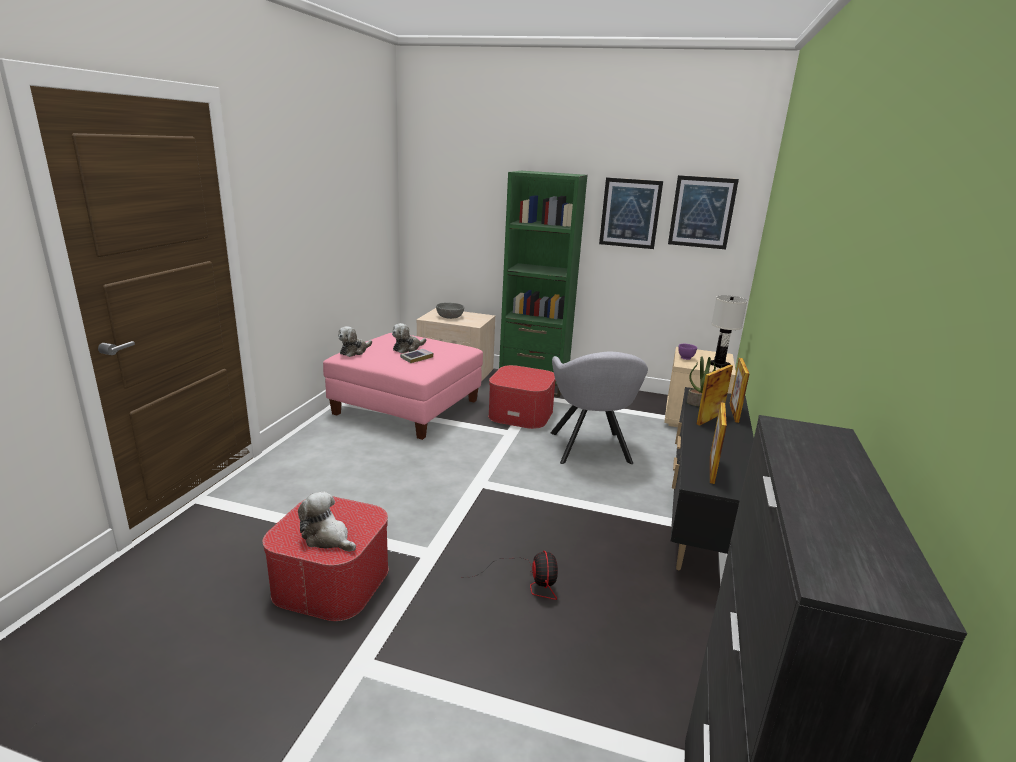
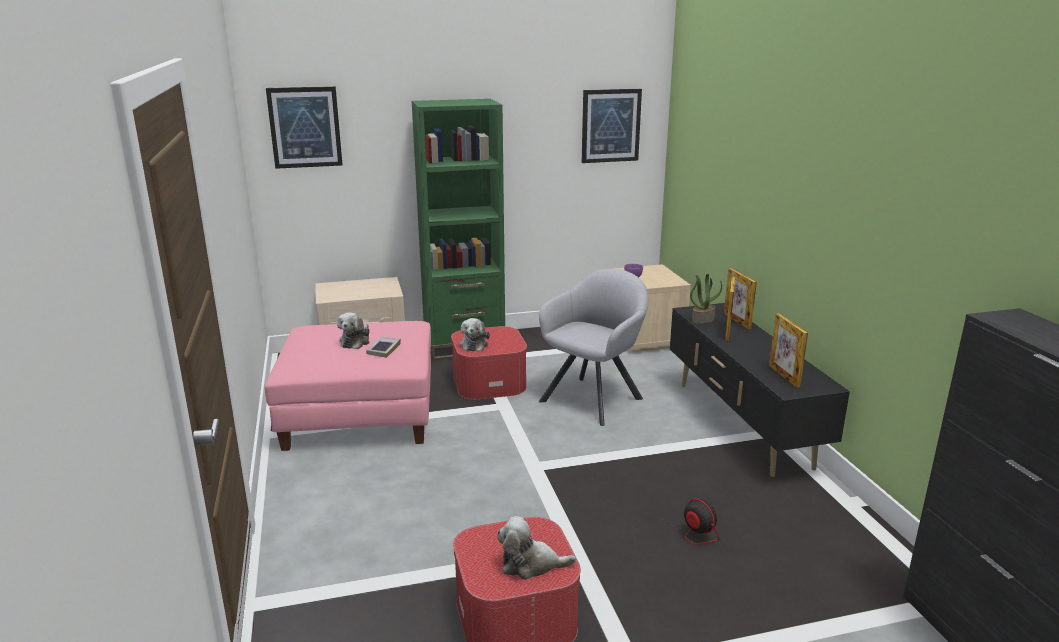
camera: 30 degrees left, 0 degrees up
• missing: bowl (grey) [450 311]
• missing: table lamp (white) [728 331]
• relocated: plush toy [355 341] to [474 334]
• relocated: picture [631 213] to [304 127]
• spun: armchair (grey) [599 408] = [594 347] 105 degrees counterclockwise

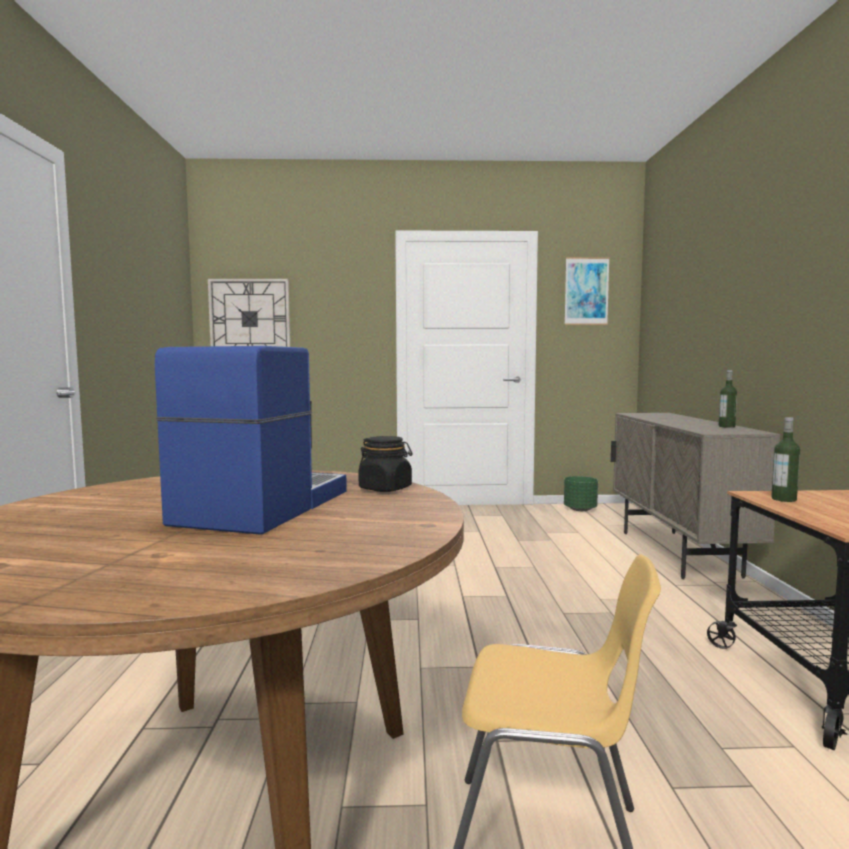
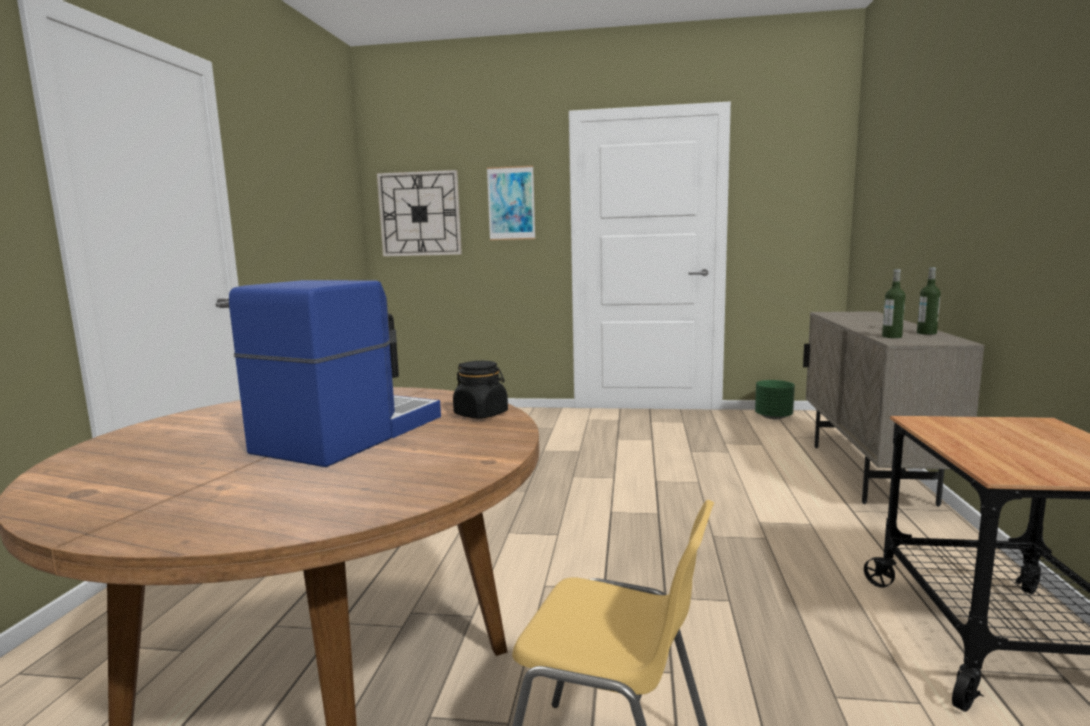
camera: 10 degrees right, 5 degrees up
• relocated: picture [587 291] to [511 203]
• relocated: bottle [785 459] to [893 303]

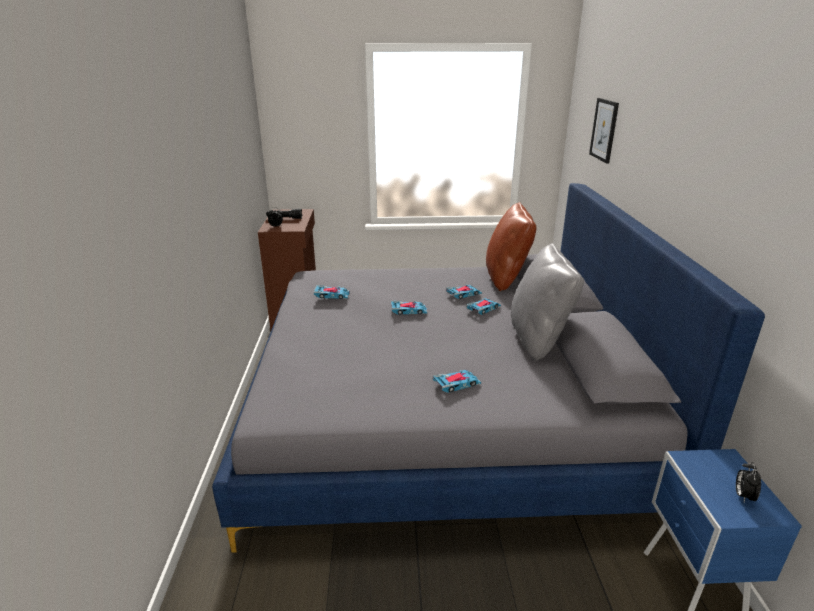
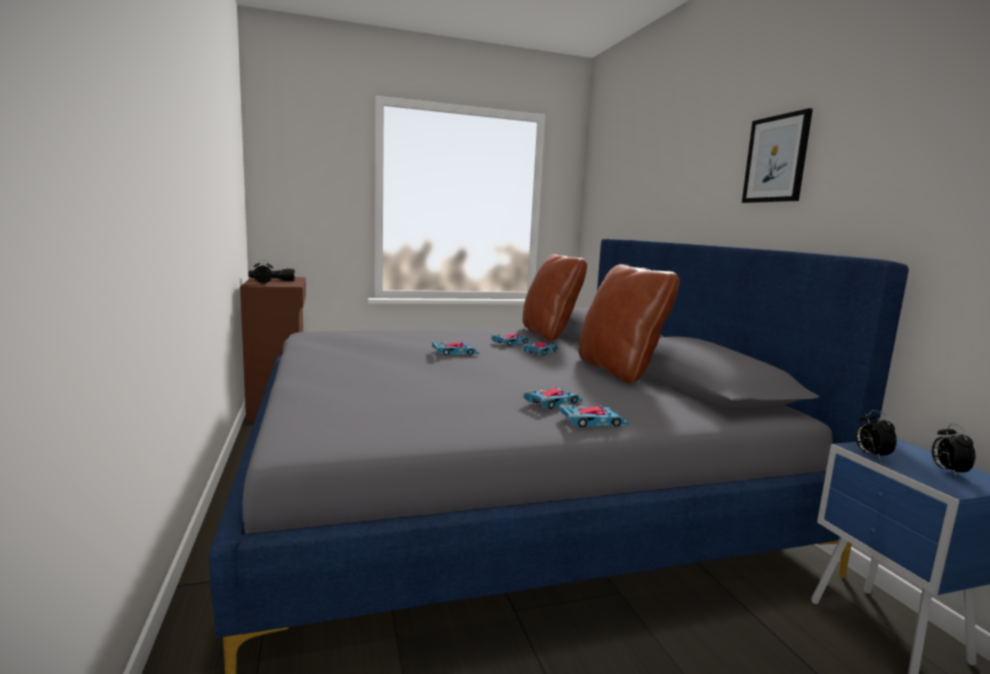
camera: 15 degrees left, 15 degrees down
• appeared: alarm clock [876 435]
• relocated: toy car [332 292] to [594 416]
• relocated: picture [604 131] to [777 155]
• colour: pillow (grey) [547 302] to pillow (brown) [629 323]

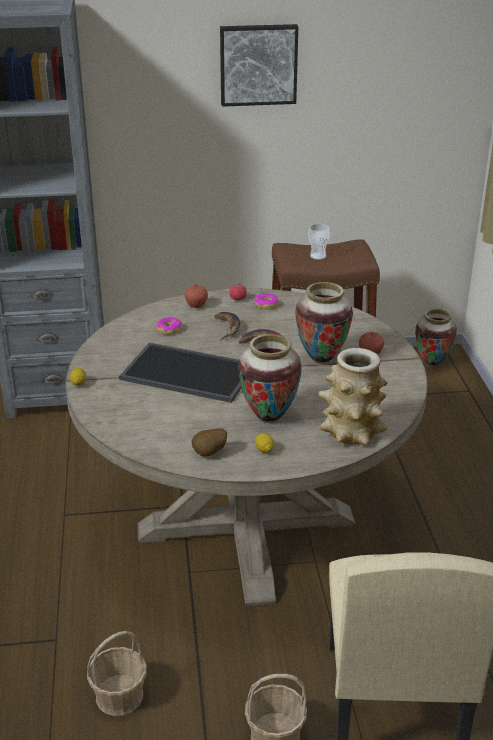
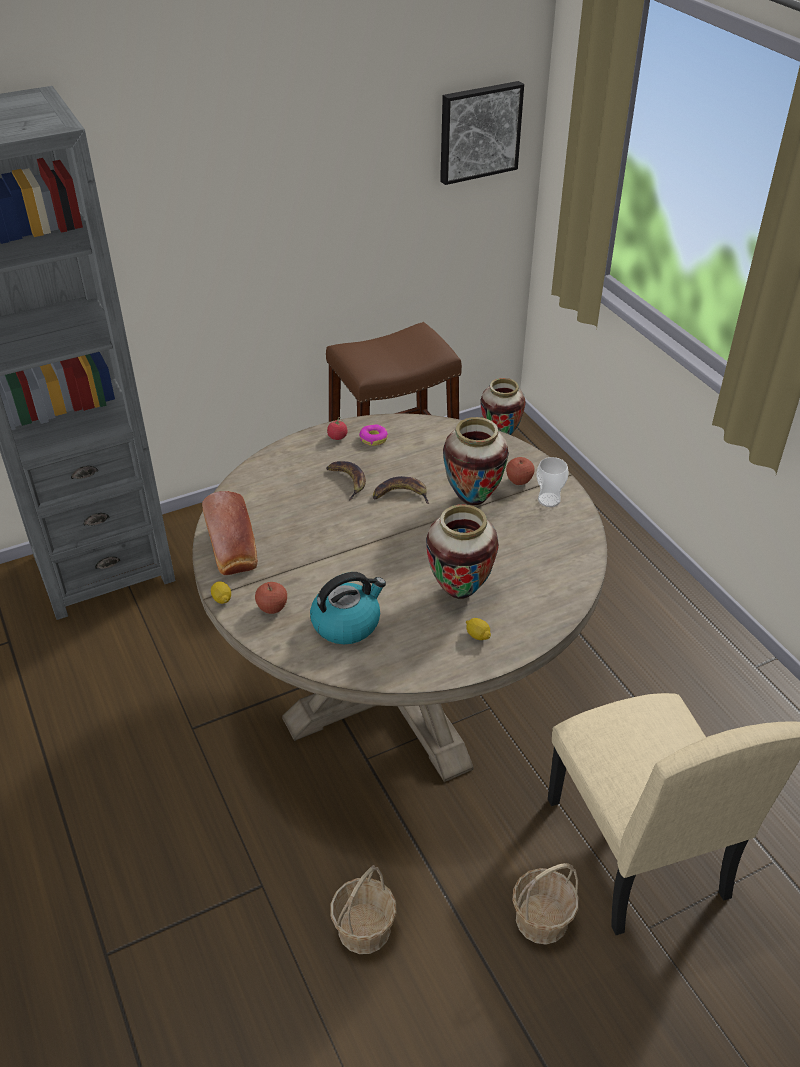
camera: 20 degrees left, 10 degrees up
• missing: tray [180 373]
• missing: donut [169 326]
• missing: potato [209 442]
• missing: vase [352 397]
• appeared: bread [230 533]
• appeared: kettle [348 608]
• relocated: apple [196 296] to [271 598]
• relocated: picture [259 65] to [482 133]
• relocated: cup [319 242] to [552 482]

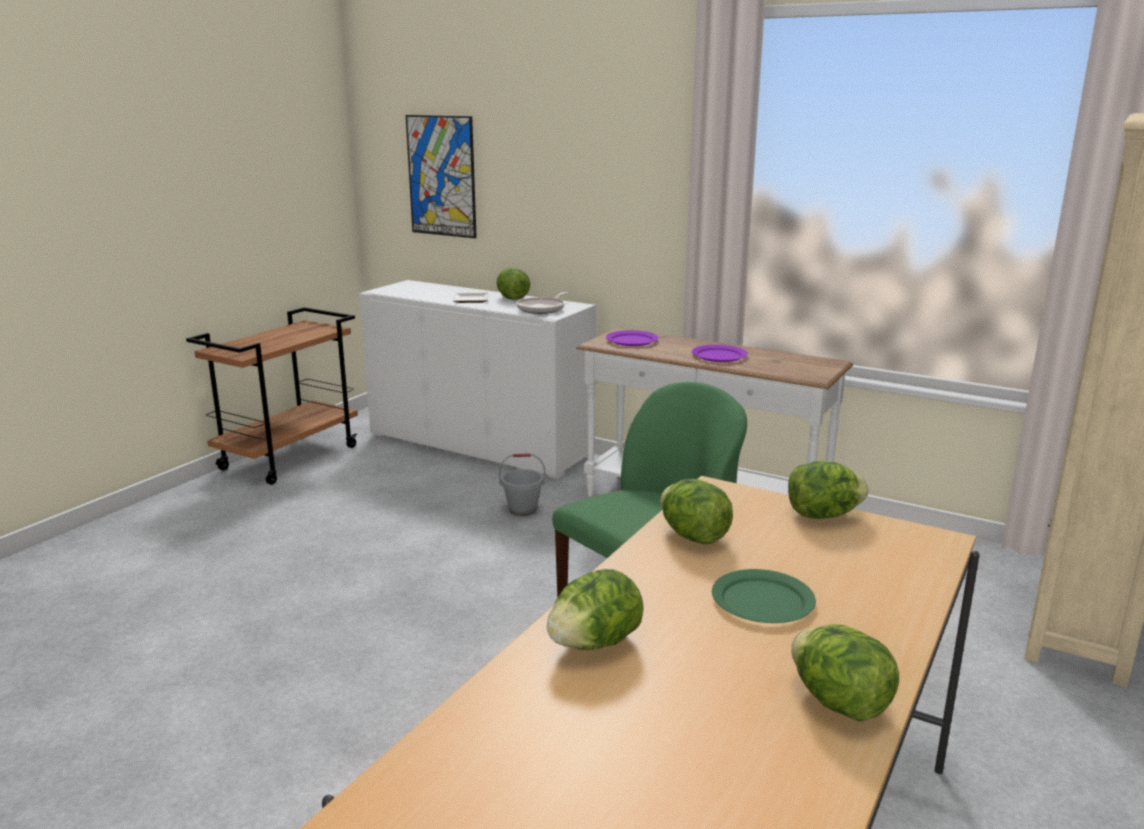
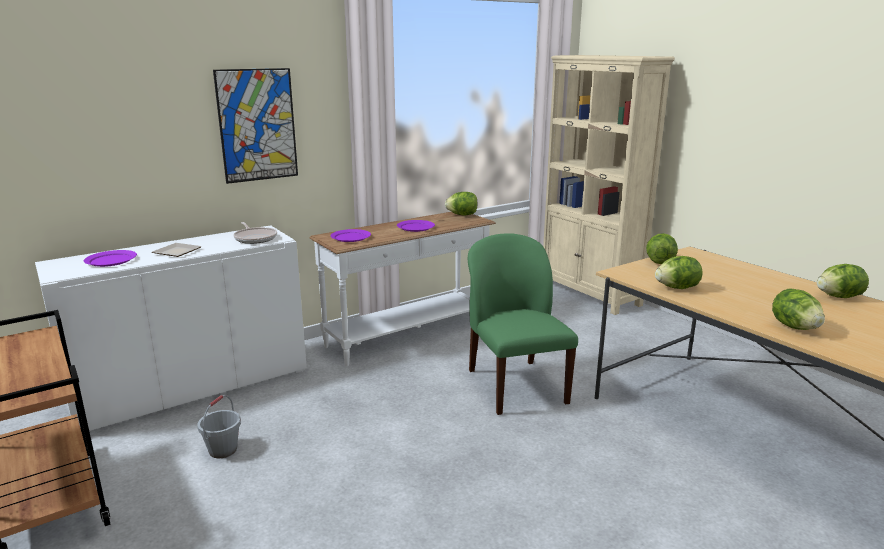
camera: 65 degrees left, 0 degrees up
• missing: plate (green) [764 596]
• appeared: plate (purple) [110 258]
• relocated: picture [441 176] to [255 126]
• relocated: lettuce [513 284] to [461 204]
• relocated: bucket (grey) [522 484] to [219 426]

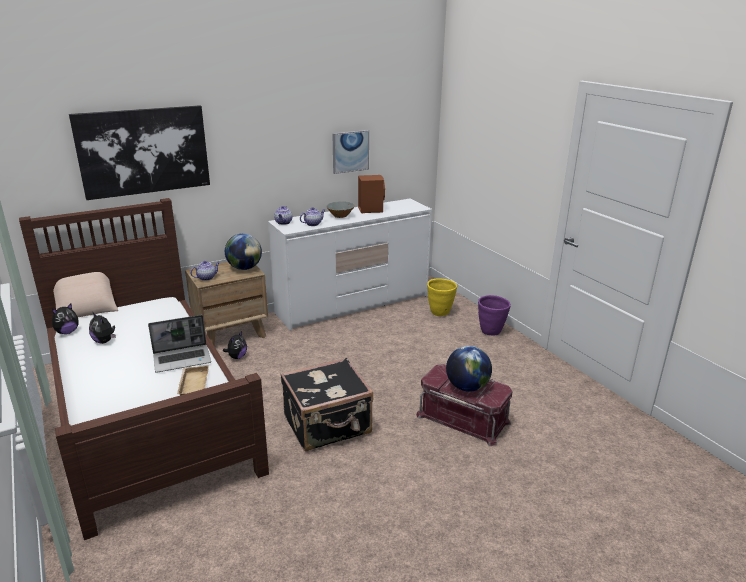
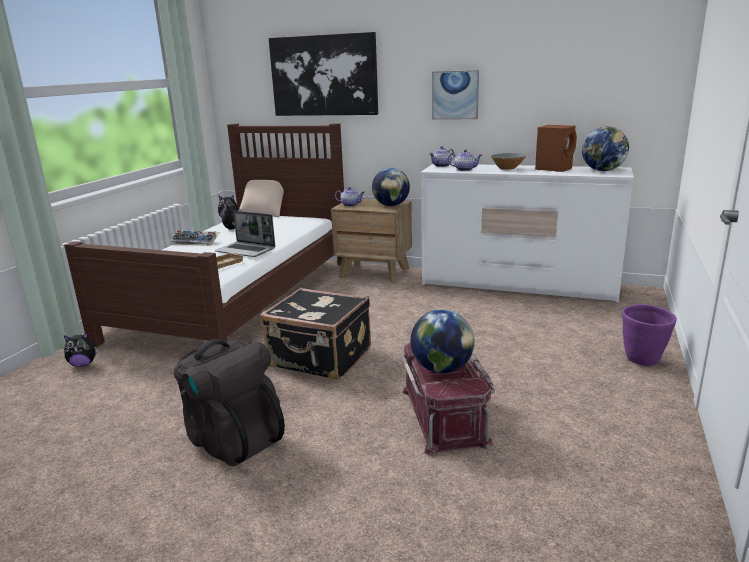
camera: 50 degrees right, 5 degrees down
• missing: planter (yellow) [442 297]
• appeared: keyboard [195 238]
• appeared: backpack (black) [229 402]
• appeared: globe [605 149]
• relocated: plush toy [235 345] to [82 349]
• relocated: picture [350 152] to [455 95]

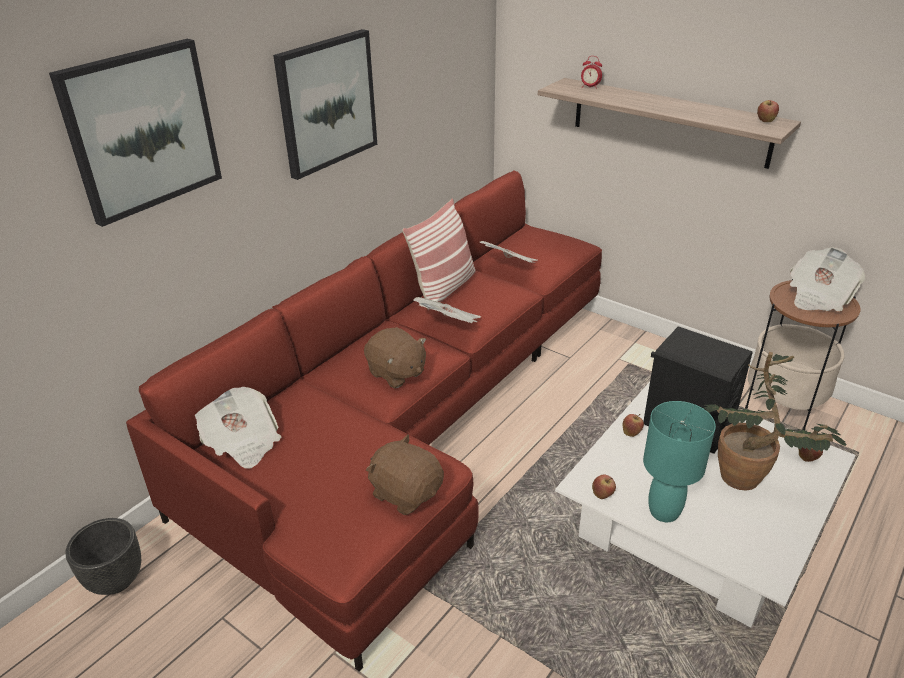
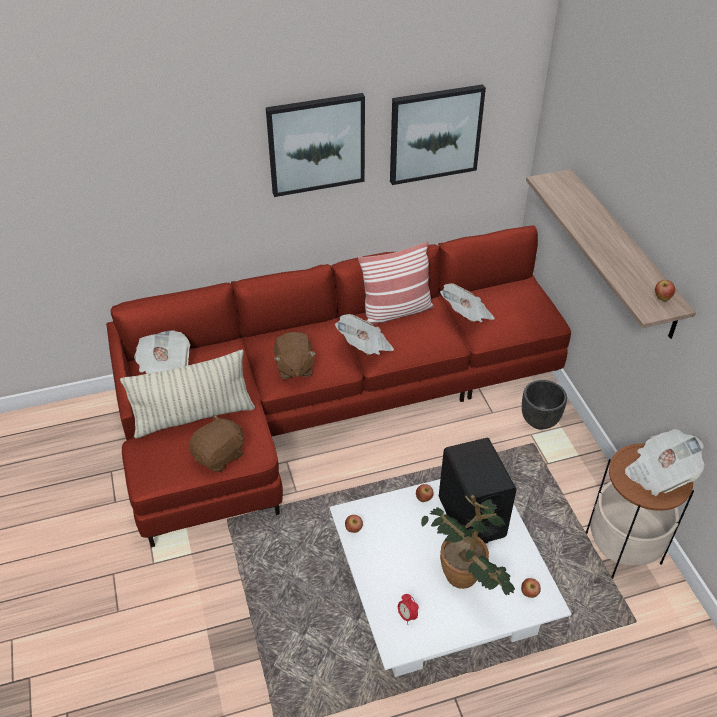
camera: 35 degrees right, 10 degrees up
• missing: table lamp (turquoise) [679 461]
• appeared: pillow [187 394]
• relocated: picture [135 133] to [438 134]
• relocated: planter (black) [103 556] to [544 405]
• relocated: alarm clock [591 72] to [408 609]
• spun: plush toy (brown) [405 475] = [216 443] 60 degrees clockwise

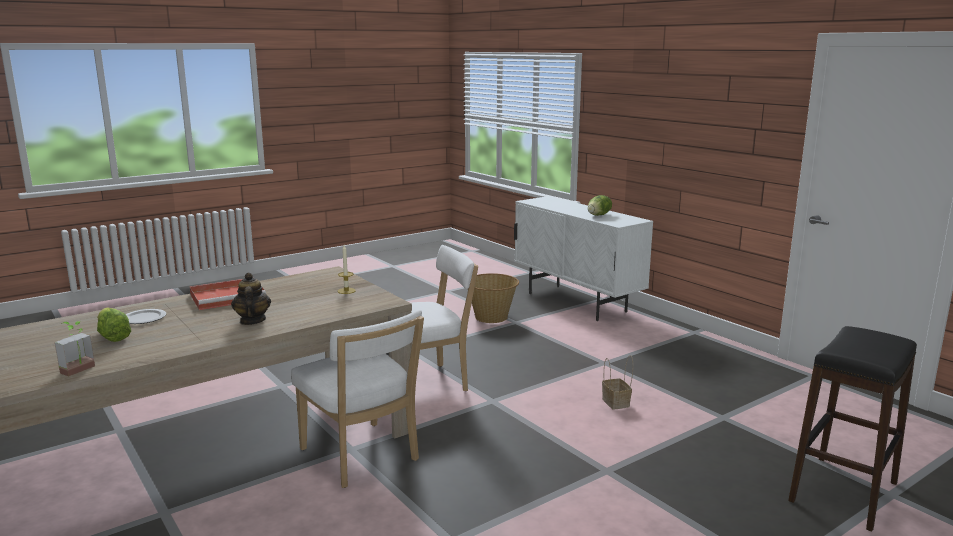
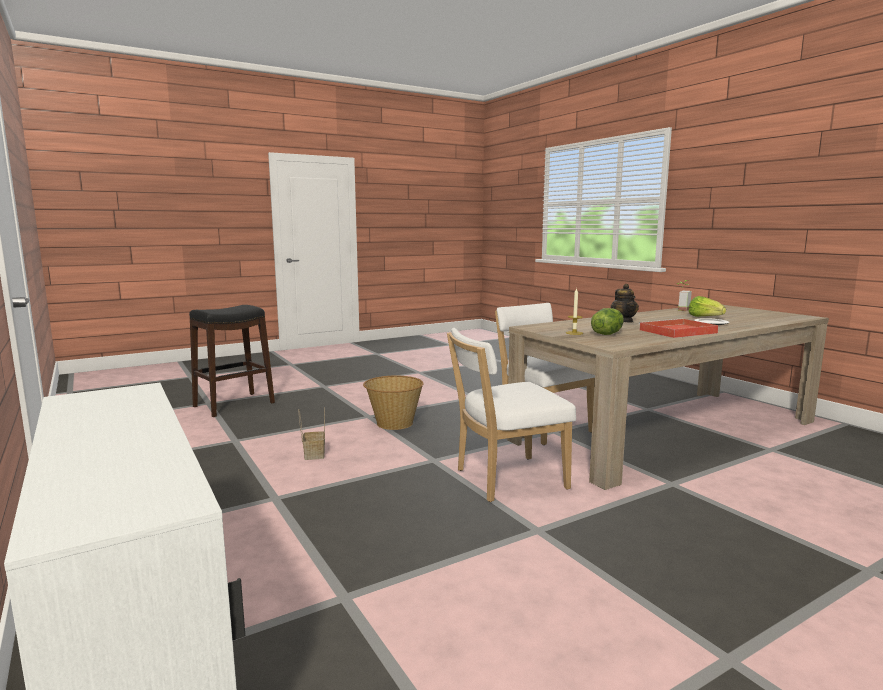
camera: 175 degrees left, 5 degrees down
• relocated: basket [493 298] to [393 403]
• relocated: lettuce [600 205] to [607 321]

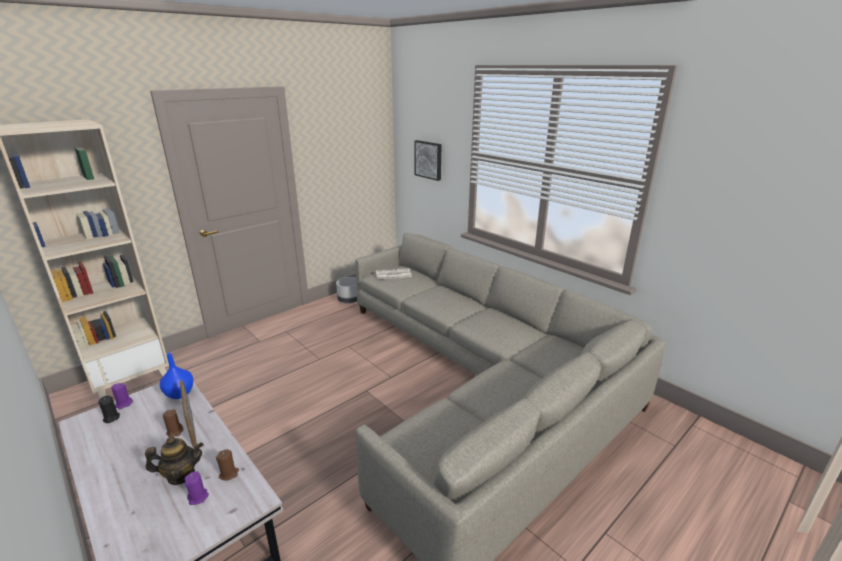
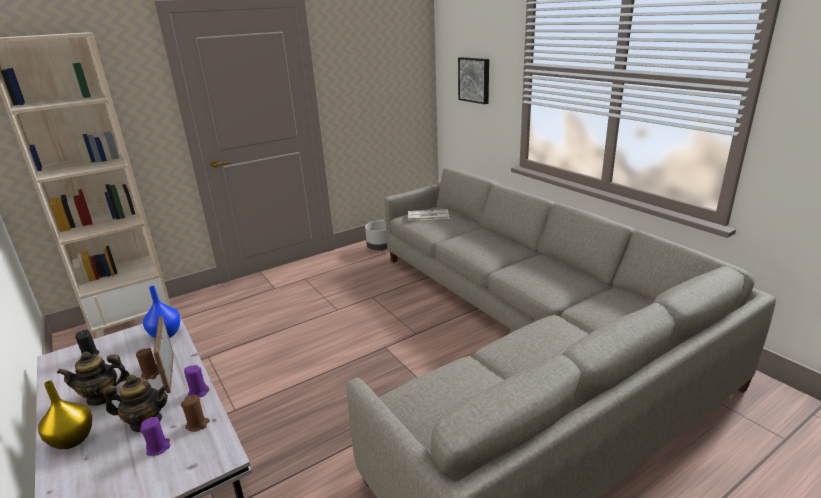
camera: 10 degrees right, 0 degrees up
• appeared: vase (yellow) [65 415]
• appeared: teapot [93 379]
• relocated: candle (purple) [122 396] to [196 381]

